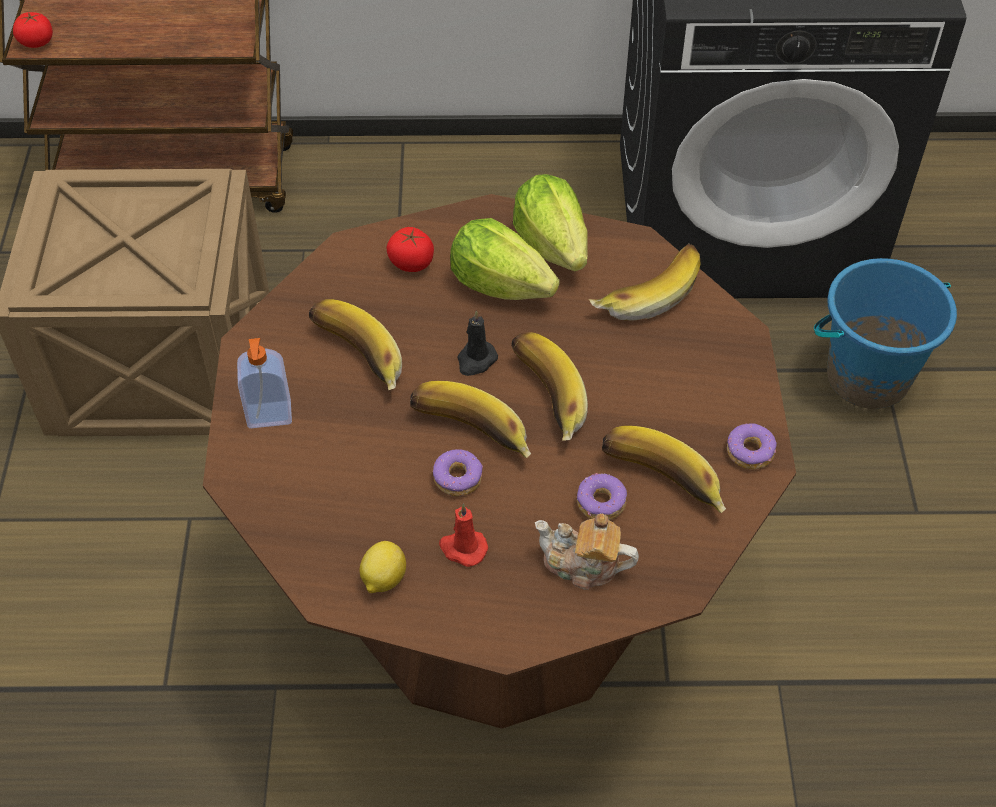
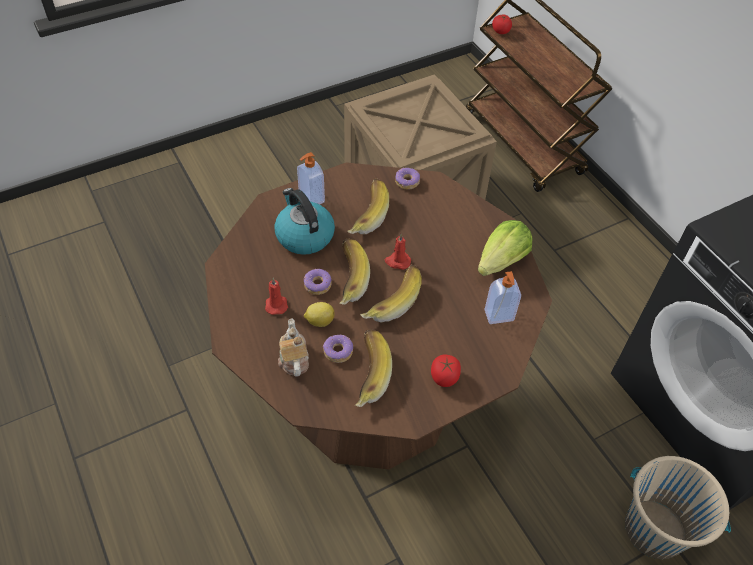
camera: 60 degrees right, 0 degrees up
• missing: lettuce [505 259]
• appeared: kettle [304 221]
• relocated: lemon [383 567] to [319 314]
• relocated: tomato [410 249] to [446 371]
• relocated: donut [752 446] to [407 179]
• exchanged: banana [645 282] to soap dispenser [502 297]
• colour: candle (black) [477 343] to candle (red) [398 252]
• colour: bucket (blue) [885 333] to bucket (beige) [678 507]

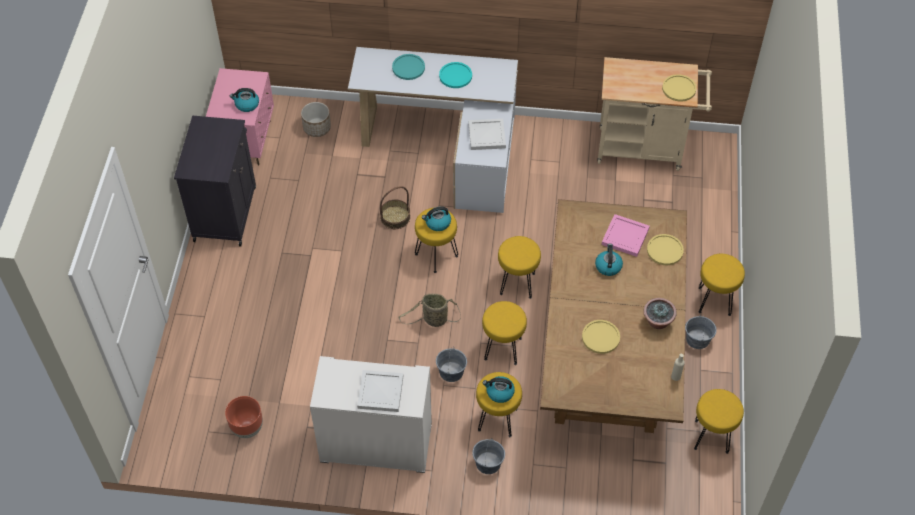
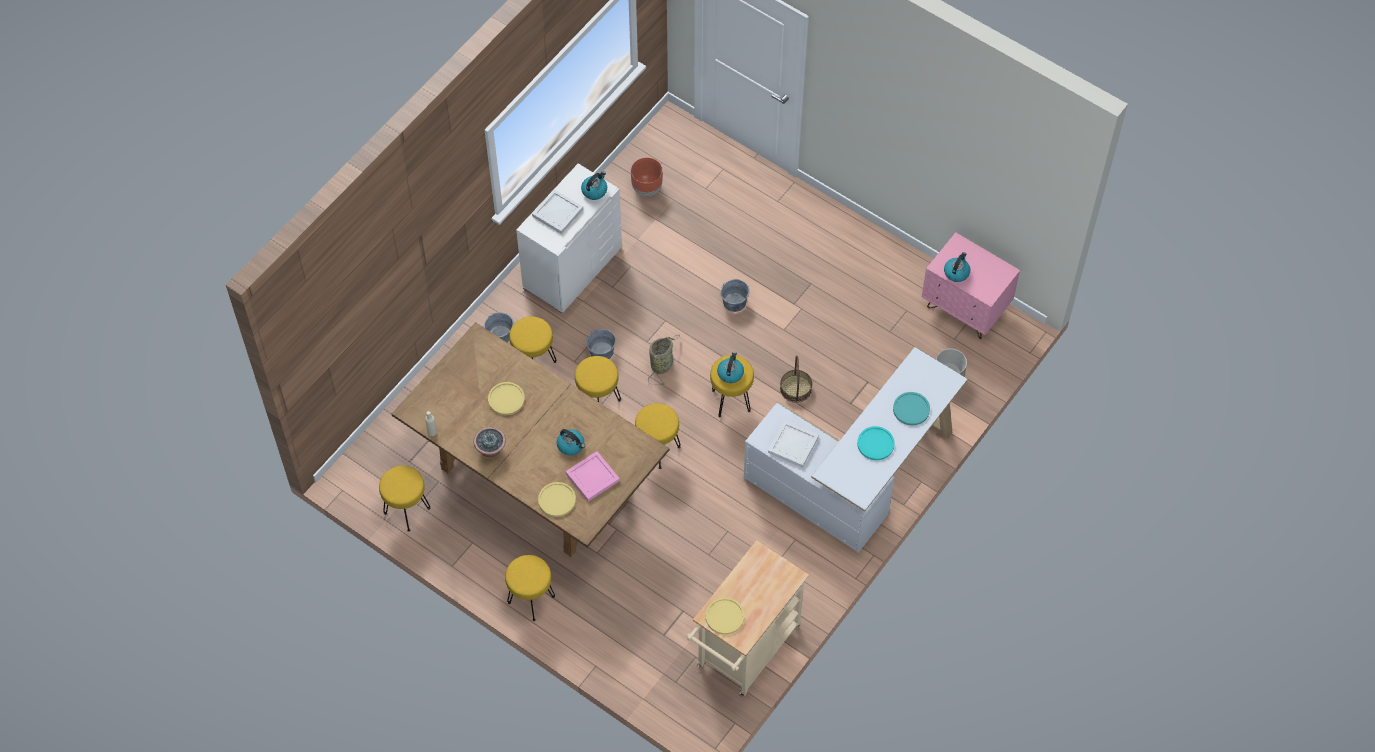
camera: 120 degrees right, 5 degrees up
• missing: cabinet (black) [215 181]
• relocated: kettle [499 389] to [594 185]
• relocated: bucket (grey) [701 331] to [735 295]

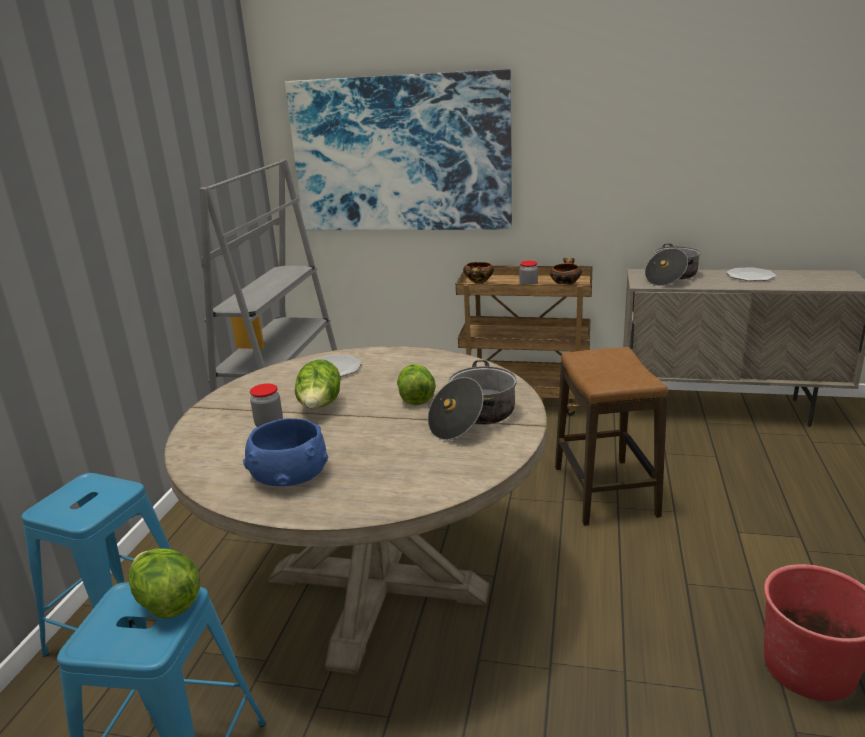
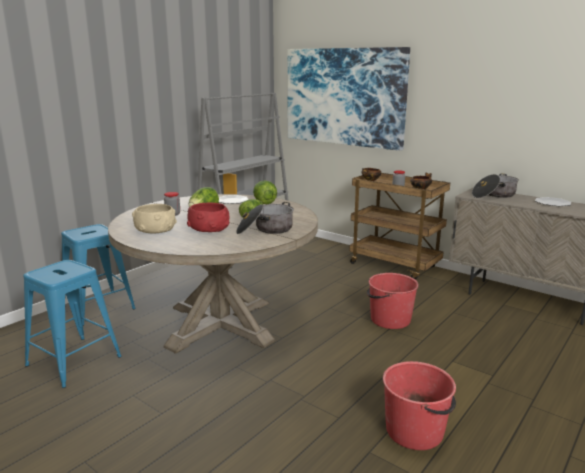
camera: 25 degrees right, 5 degrees down
• appeared: bowl (red) [208 217]
• relocated: lettuce [164 583] to [265 192]
• exchanged: stool [611 436] to bucket (red) [393 301]
• colour: bowl (blue) [285 452] to bowl (beige) [154 219]

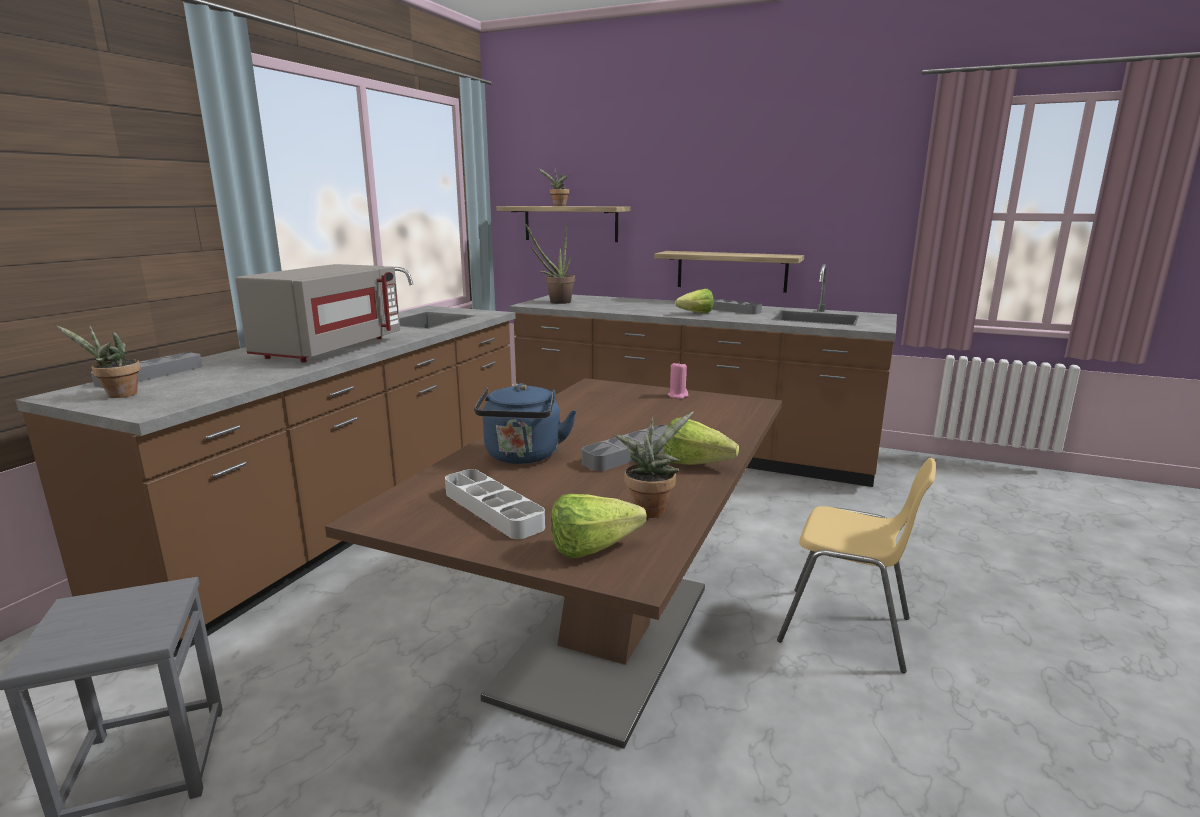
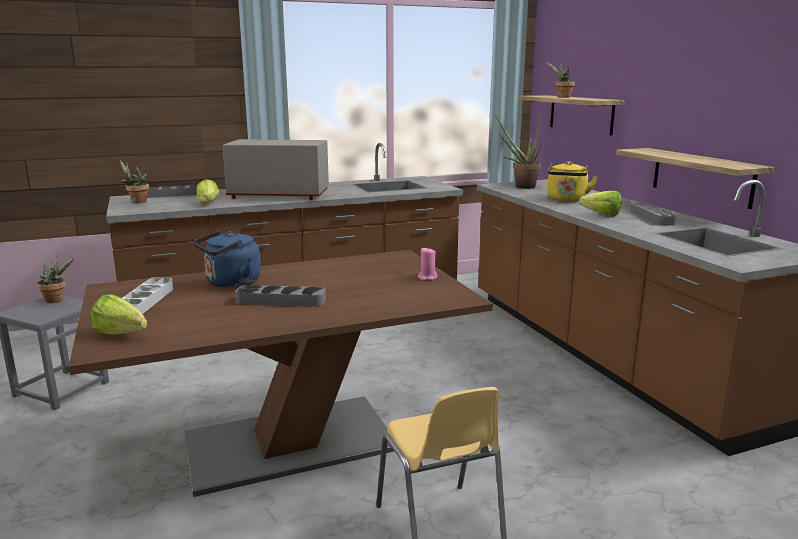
camera: 45 degrees right, 0 degrees up
• appeared: kettle (yellow) [572 181]
• relocated: potted plant [654 465] to [55 279]
• relocated: lettuce [701 441] to [207 191]
• spun: microwave (grey) [317 313] = [276 169] 150 degrees counterclockwise

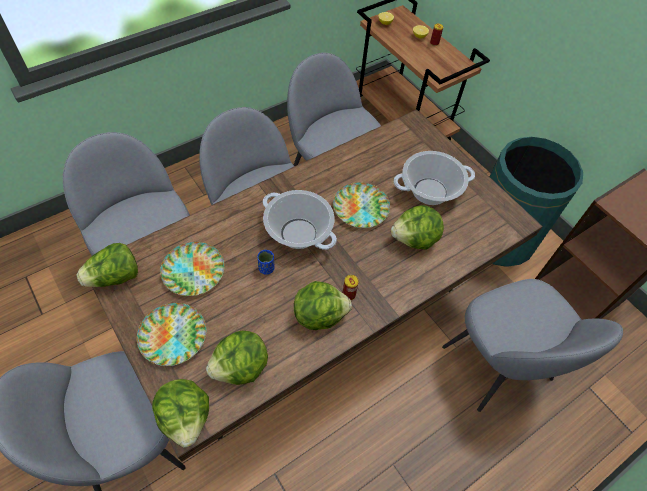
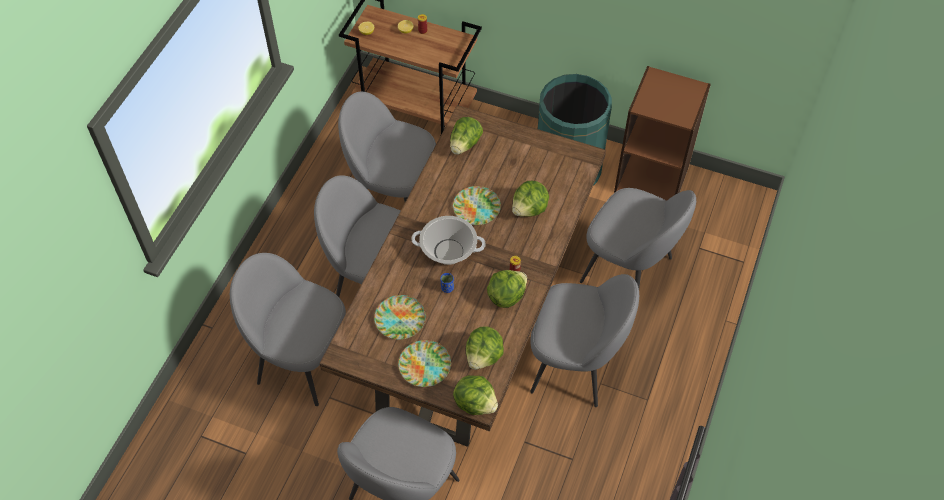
camera: 30 degrees left, 0 degrees up
• missing: cooking pot [434 178]
• appeared: chair (grey) [584 340]
• relocated: lettuce [107 265] to [466 136]

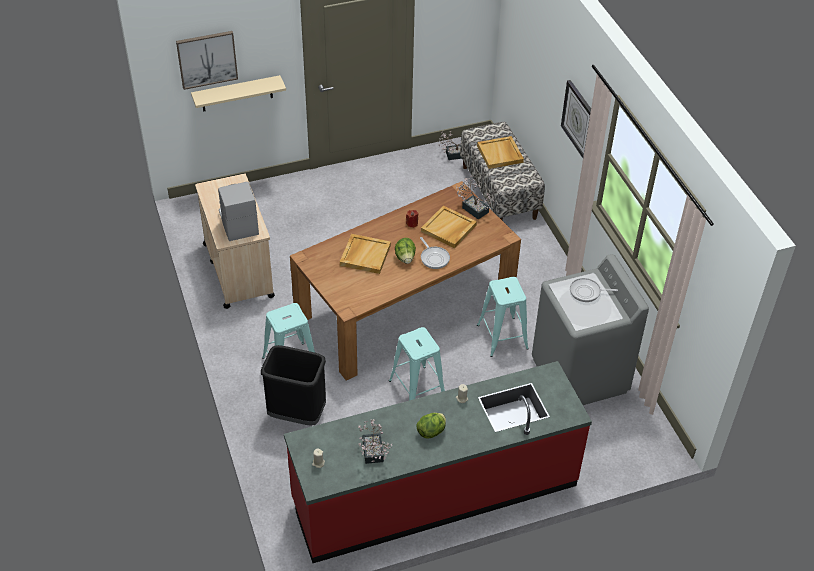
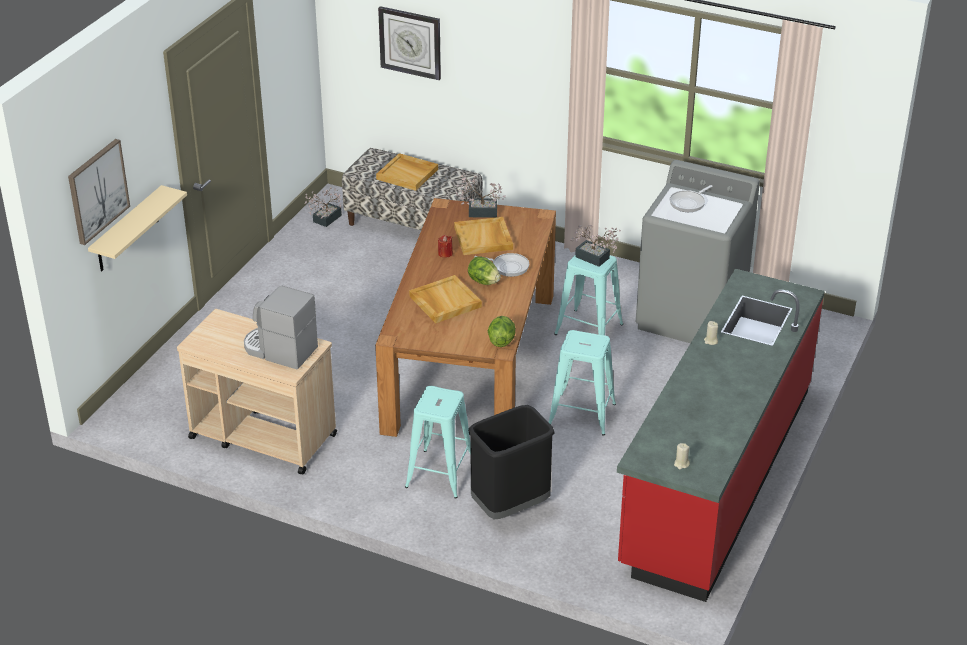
camera: 45 degrees left, 10 degrees down
• relocated: potted plant [375 441] to [595 246]
• relocated: lettuce [431 426] to [502 331]
• relocated: wall clock [576 119] to [409 43]

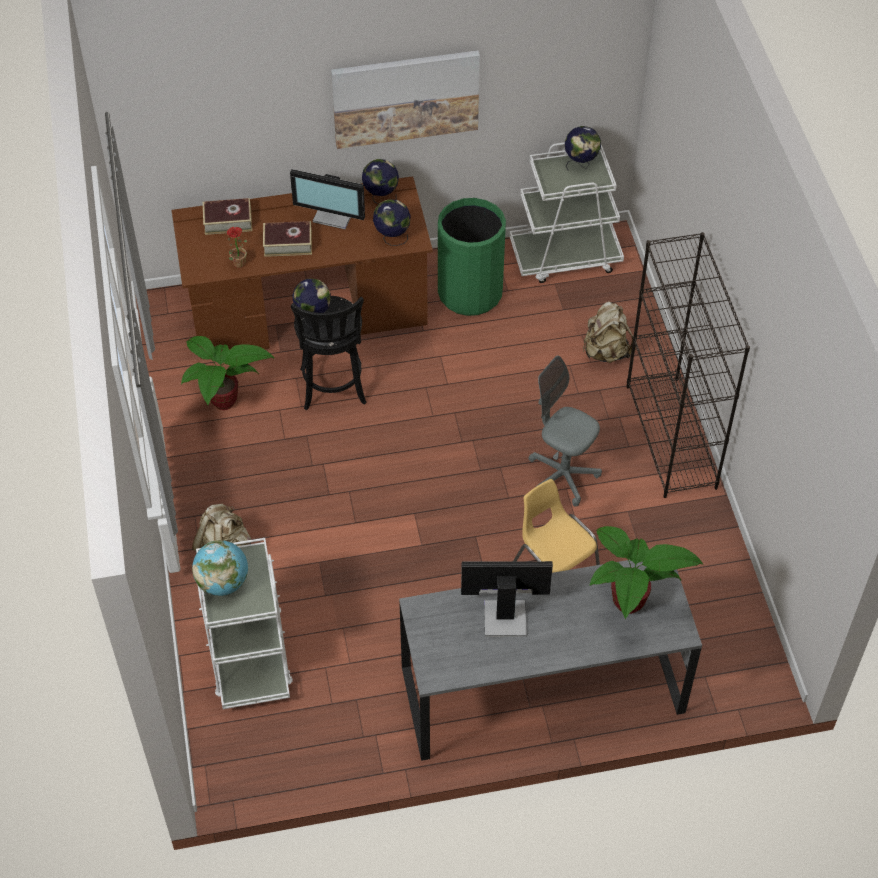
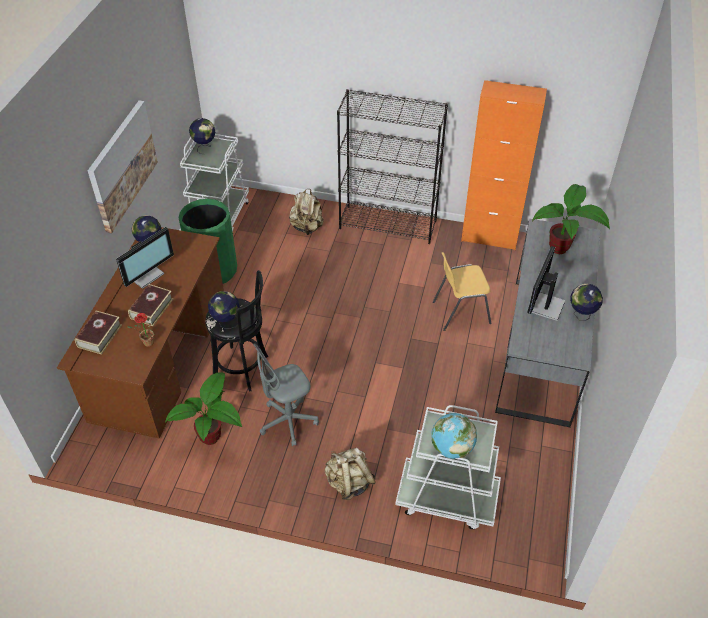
camera: 65 degrees left, 5 degrees down
• appeared: cabinet (orange) [504 165]
• relocated: globe [392 222] to [586 302]
• relocated: office chair (grey) [565 431] to [286 394]

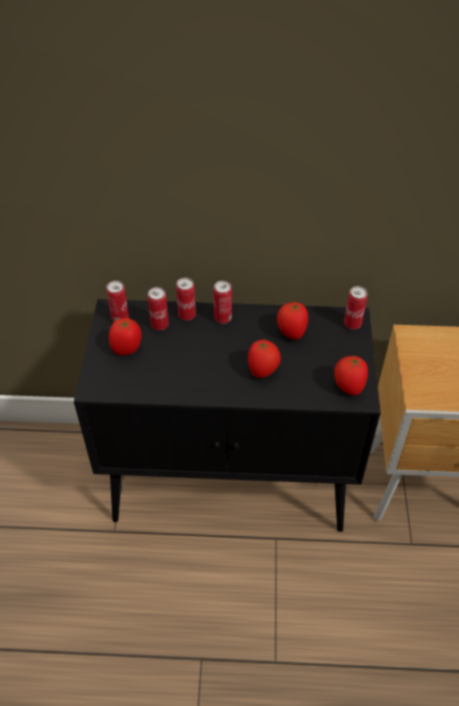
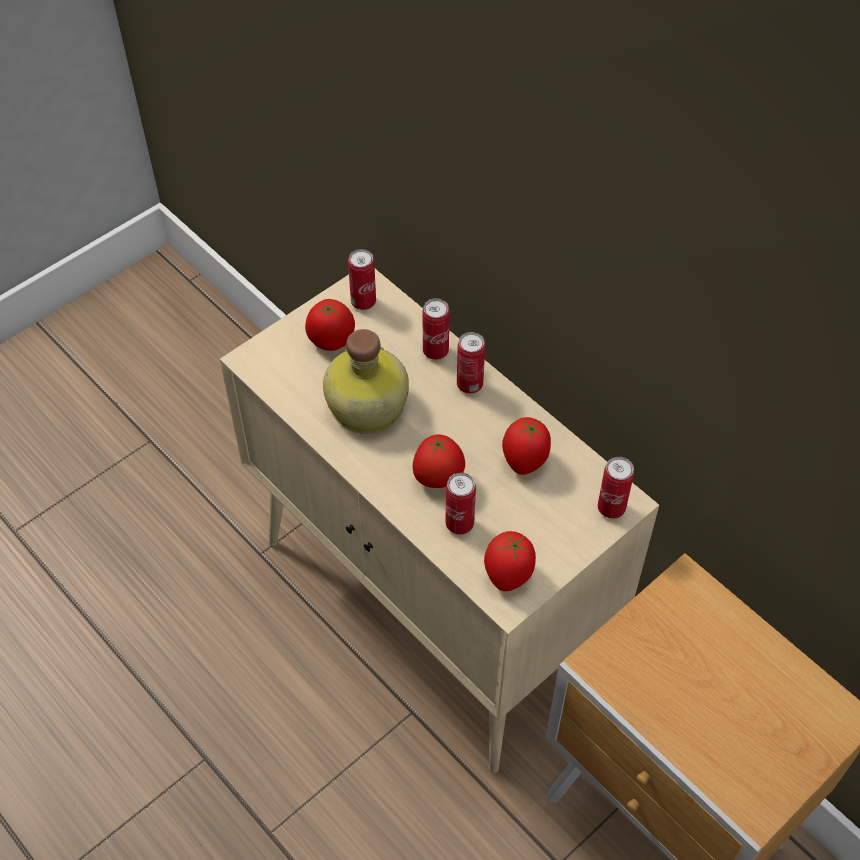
camera: 45 degrees right, 5 degrees up
• appeared: bottle [366 381]
• relocated: can [158 308] to [460 504]
• colour: cabinet (black) [227 415] to cabinet (beige) [439 521]

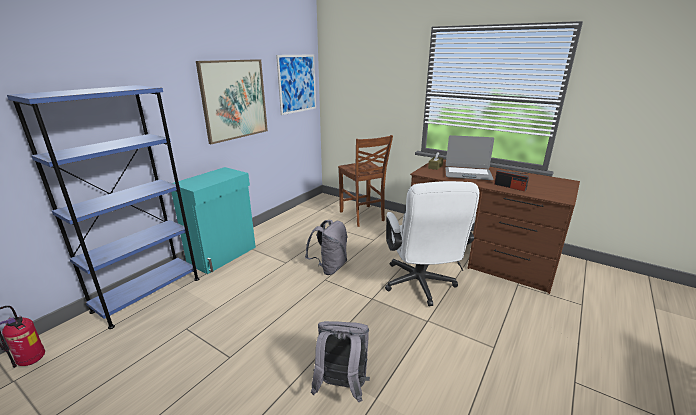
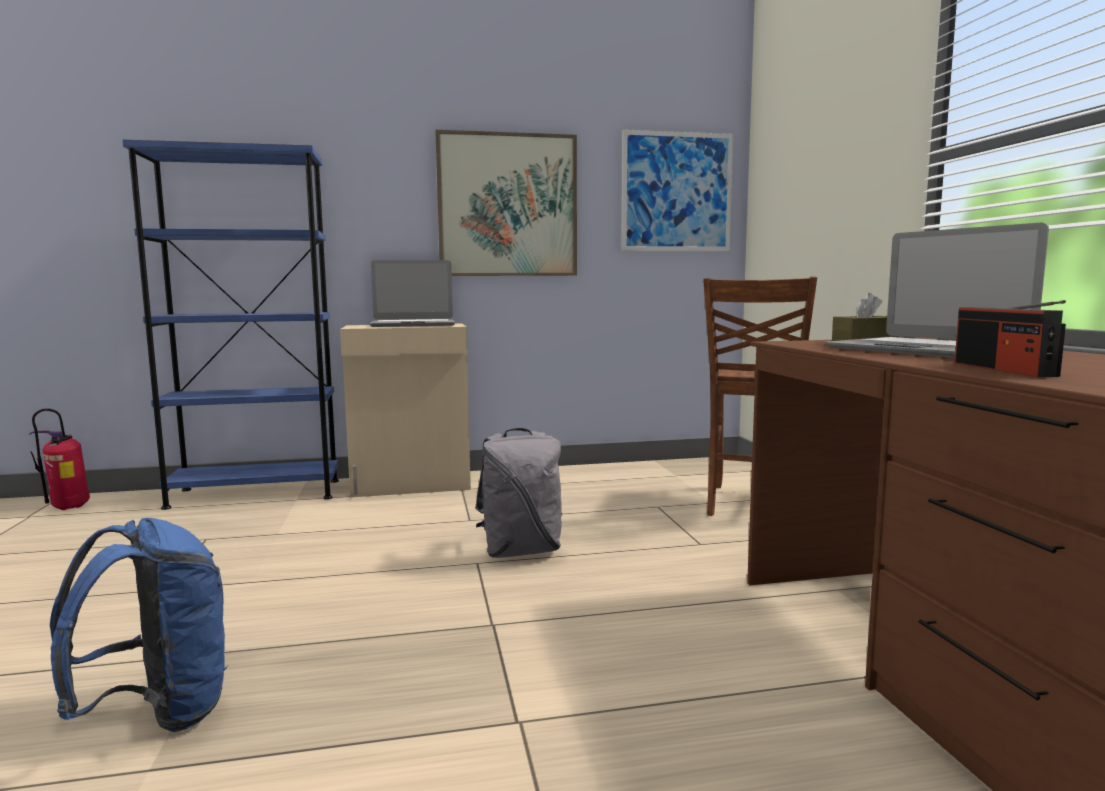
camera: 45 degrees right, 15 degrees down
• missing: office chair (white) [432 243]
• appeared: laptop [412 293]
• colour: cabinet (turquoise) [213 220] to cabinet (beige) [405 410]
• colour: backpack (grey) [340 361] to backpack (blue) [139 625]

